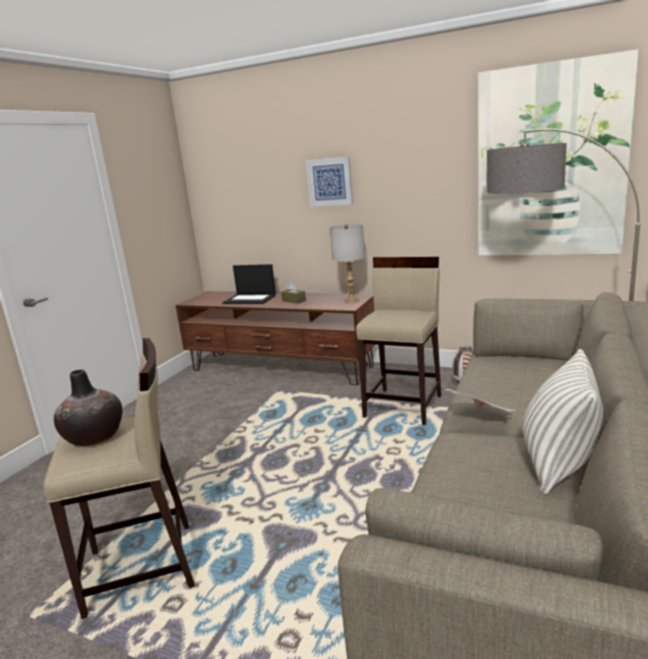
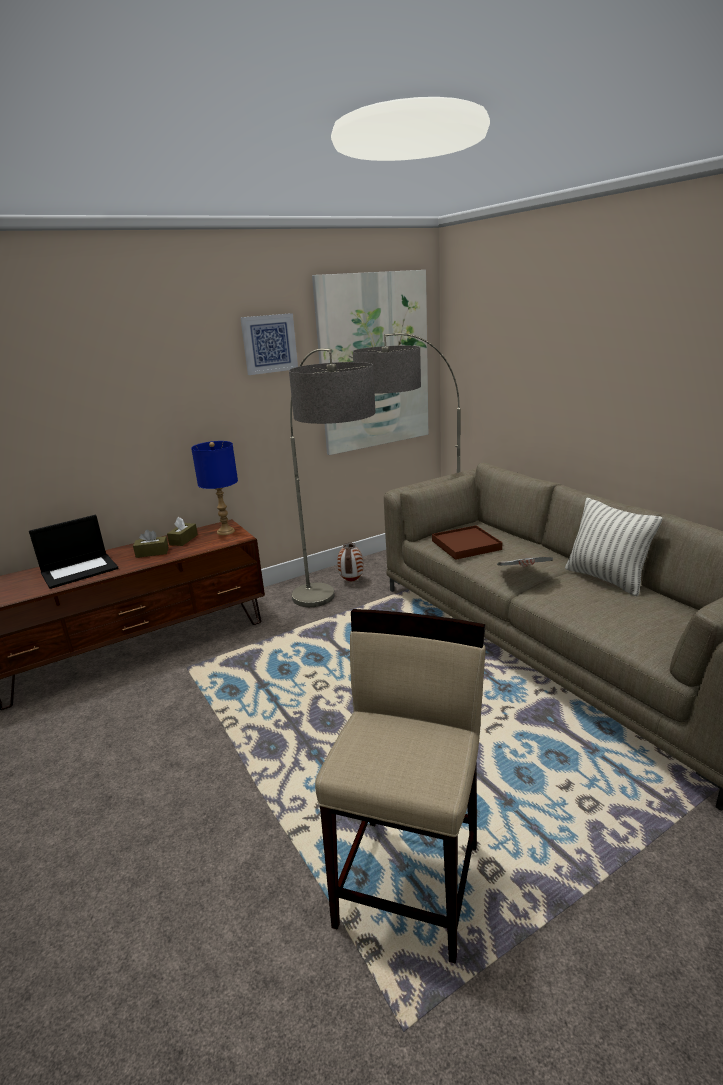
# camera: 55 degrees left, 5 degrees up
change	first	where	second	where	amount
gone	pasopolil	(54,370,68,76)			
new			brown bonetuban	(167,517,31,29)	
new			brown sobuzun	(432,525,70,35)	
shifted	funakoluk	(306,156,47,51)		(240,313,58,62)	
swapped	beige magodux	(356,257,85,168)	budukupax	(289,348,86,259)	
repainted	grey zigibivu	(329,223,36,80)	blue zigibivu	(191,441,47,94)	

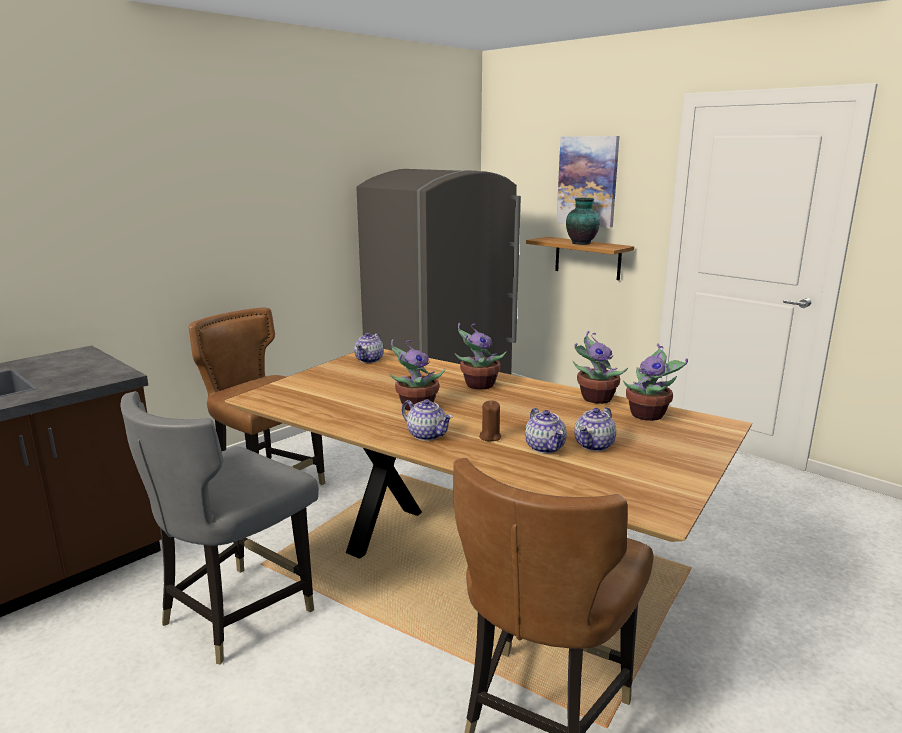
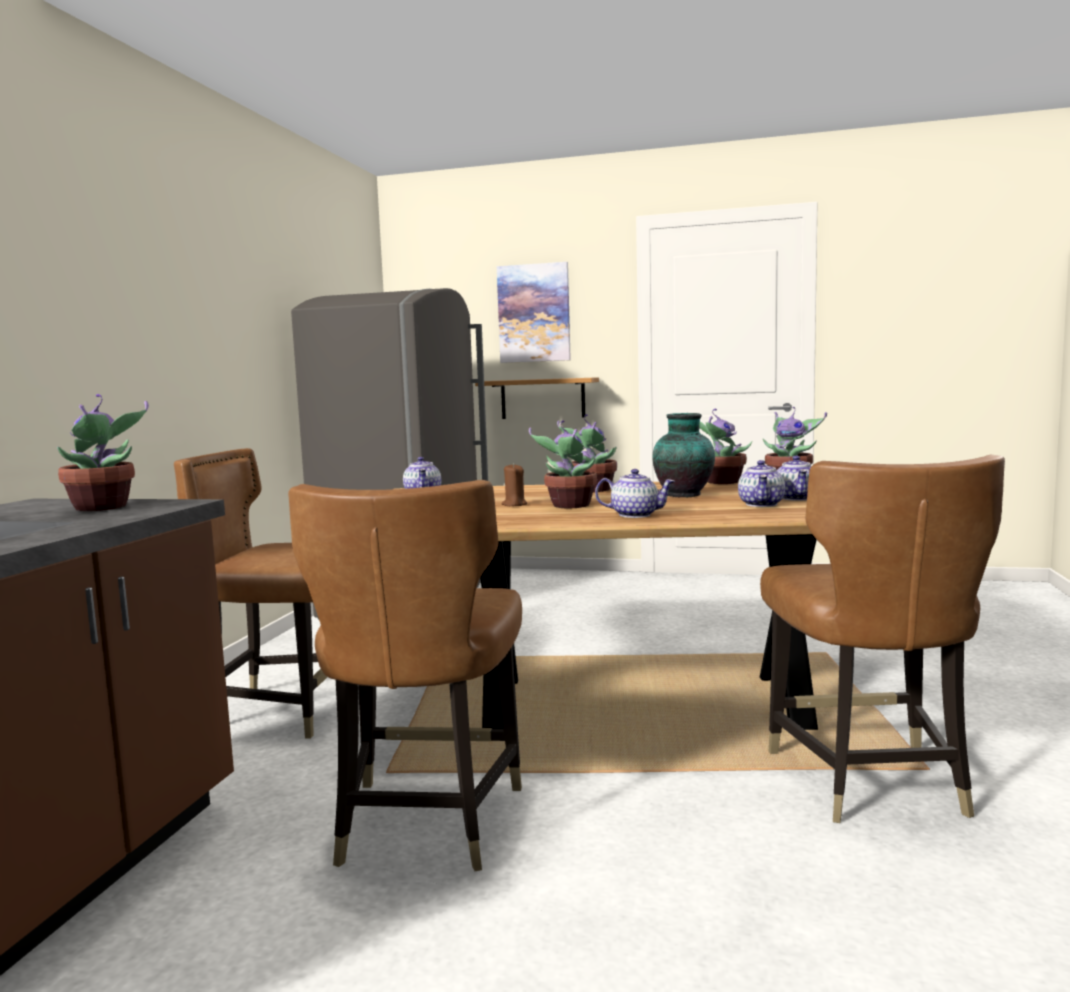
# camera: 30 degrees left, 10 degrees down
change	first	where	second	where	amount
new			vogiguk	(57,394,92,117)	
shifted	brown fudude	(479,400,22,42)		(501,463,26,43)	
shifted	pasopolil	(566,197,34,48)		(653,413,62,84)	
repainted	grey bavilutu	(120,391,199,274)	brown bavilutu	(288,480,234,391)	
rotated	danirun	(525,408,42,46)		(738,460,47,47)	60 degrees clockwise

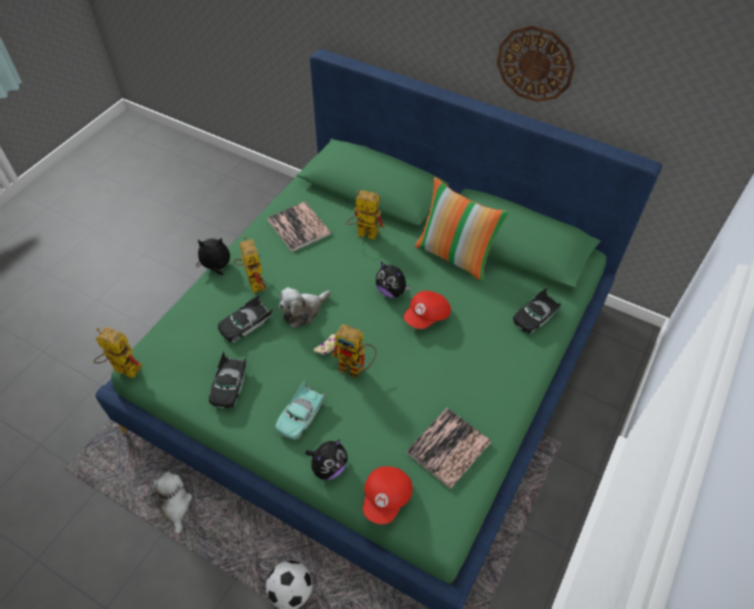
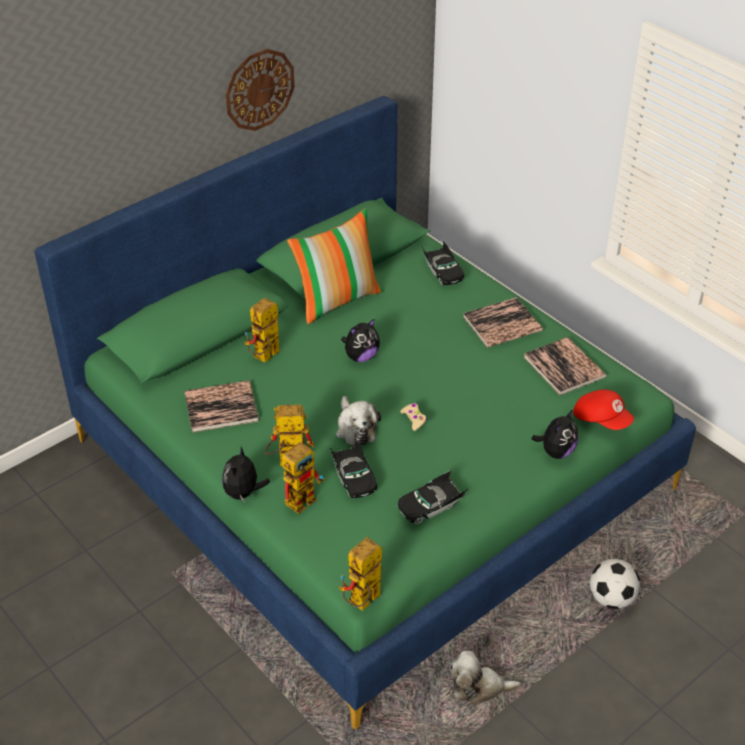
# camera: 70 degrees left, 10 degrees down
change	first	where	second	where	amount
gone	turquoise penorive	(275,379,52,61)			
gone	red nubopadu	(404,291,47,38)			
new			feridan	(463,297,80,51)	
shifted	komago	(331,324,46,54)		(282,440,42,74)	
rotated	black penorive	(209,351,39,57)		(398,470,69,54)	120 degrees clockwise
rotated	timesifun	(305,439,43,41)		(531,409,47,50)	60 degrees clockwise

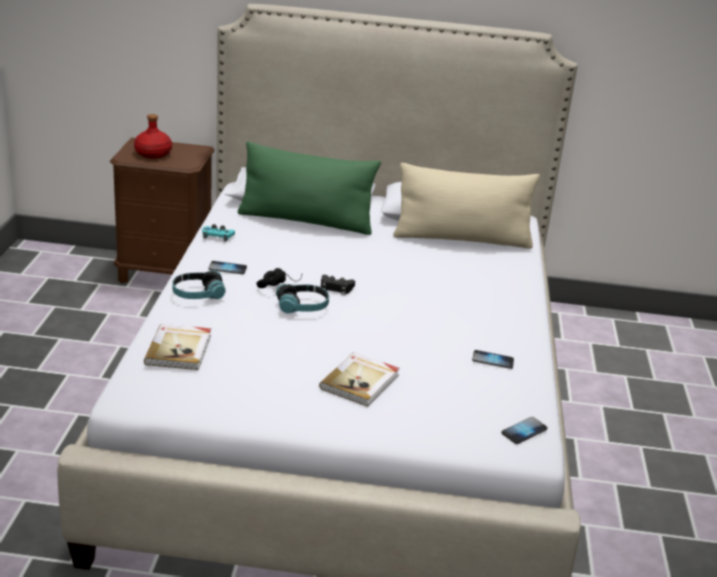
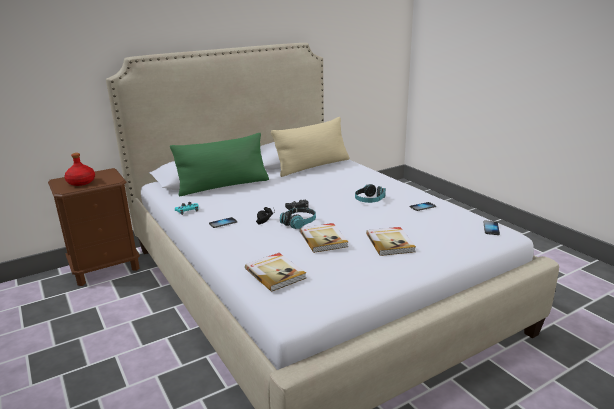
# camera: 35 degrees left, 5 degrees down
change	first	where	second	where	amount
new			feridan	(300,223,48,30)	
shifted	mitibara	(172,270,54,29)		(355,184,31,19)	

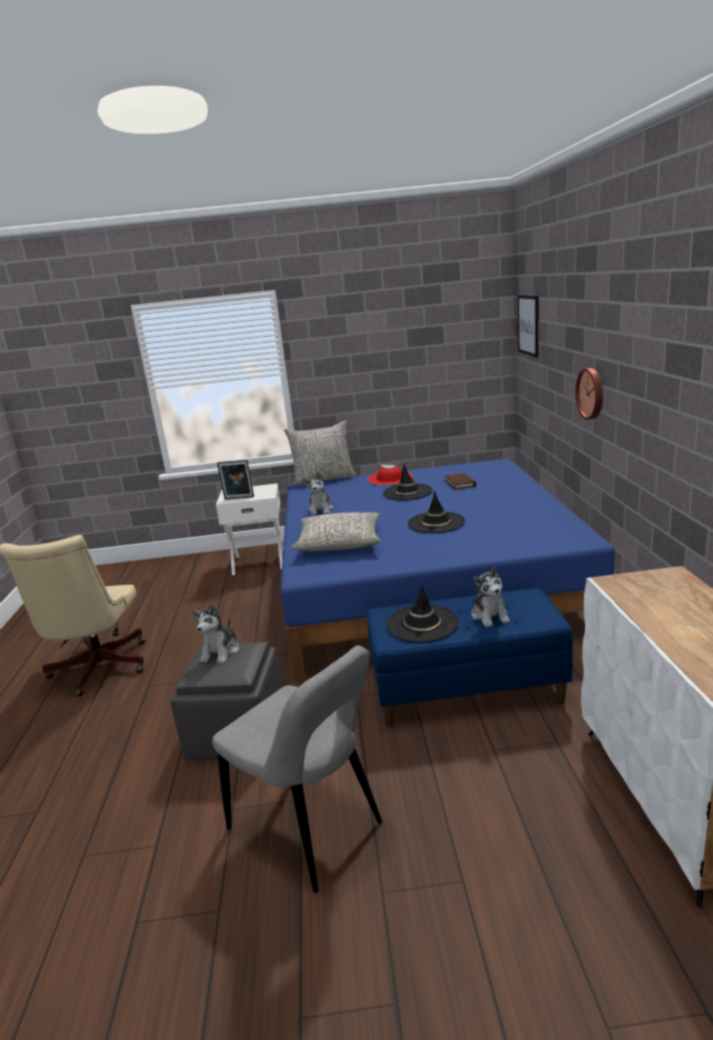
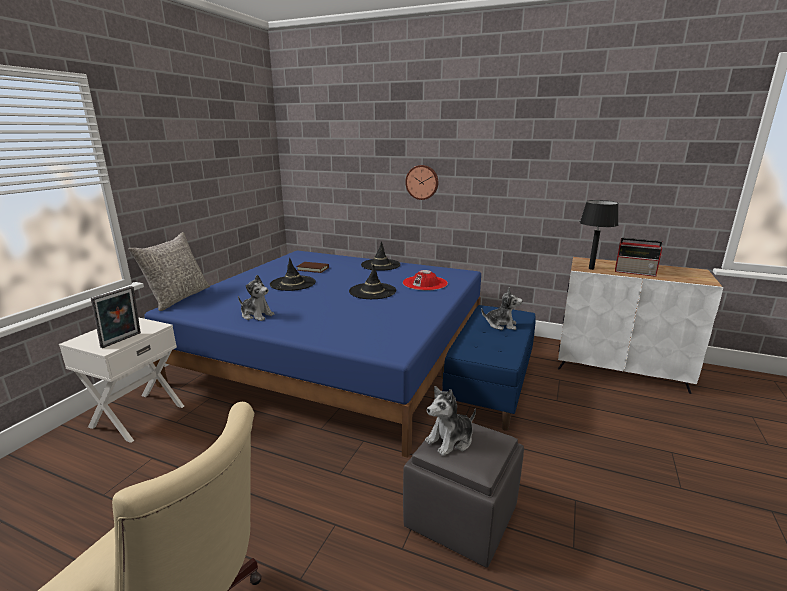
# camera: 65 degrees left, 0 degrees up
change	first	where	second	where	amount
gone	grey bavilutu	(212,645,170,248)			
gone	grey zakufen	(291,512,90,39)			
gone	funakoluk	(517,295,21,63)			
new			black zigibivu	(580,200,39,70)	
new			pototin	(615,238,48,39)	
shifted	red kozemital	(368,464,45,21)		(403,270,45,21)	
shifted	black kozemital	(386,585,73,58)		(361,241,40,30)	
rotated	timesifun	(192,604,47,60)		(425,386,51,70)	105 degrees clockwise

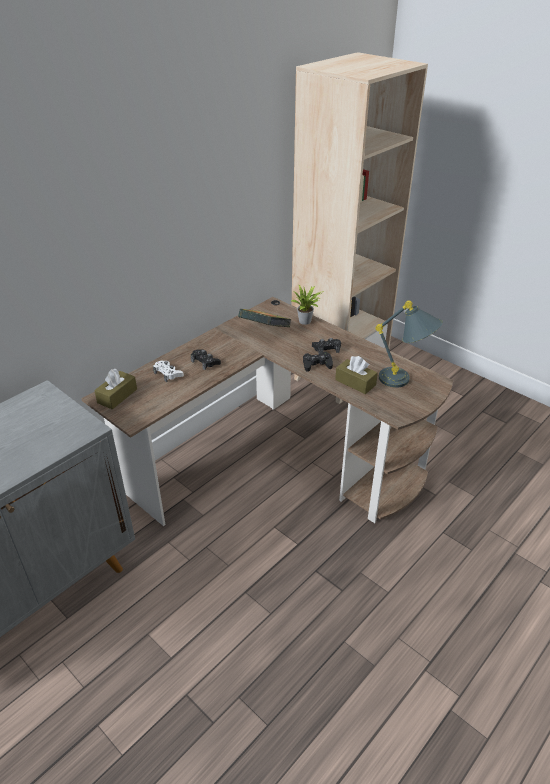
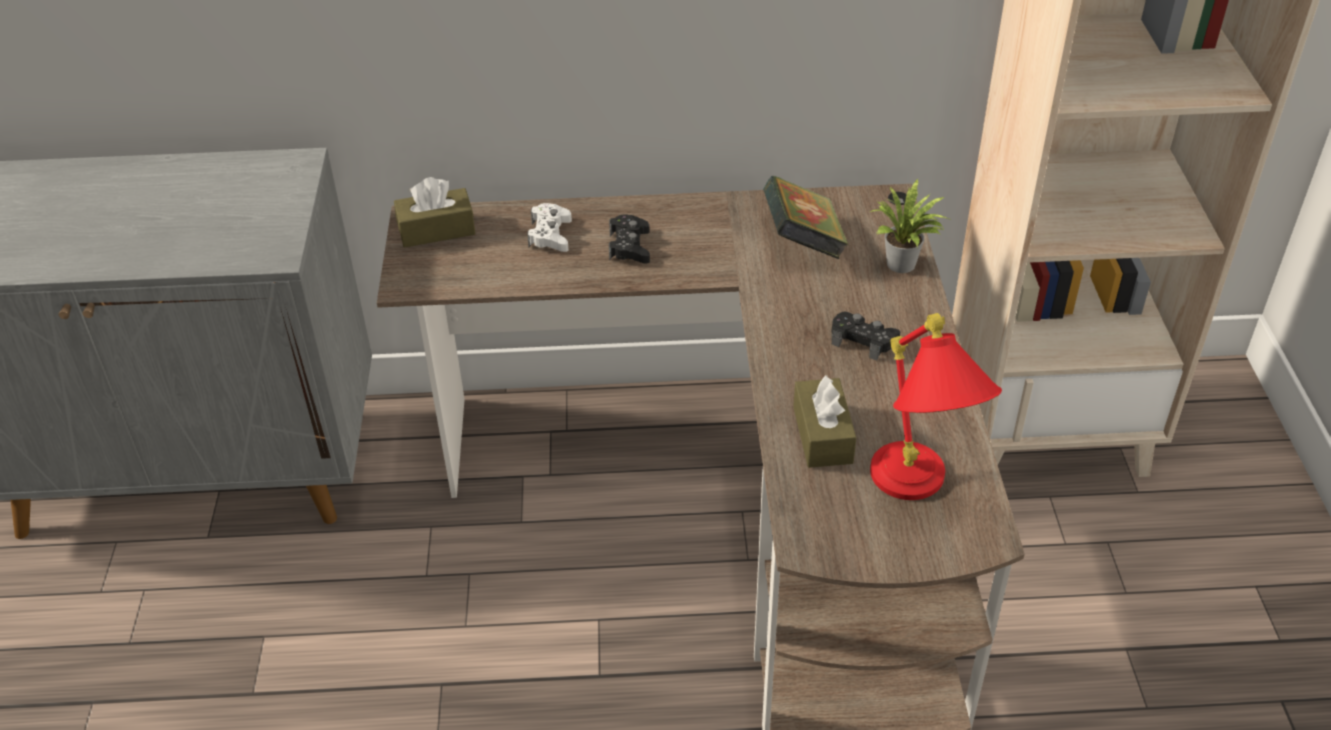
# camera: 45 degrees right, 5 degrees up
change	first	where	second	where	amount
gone	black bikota	(303,352,30,20)			
repainted	grey zigibivu	(375,300,68,88)	red zigibivu	(870,313,132,187)	

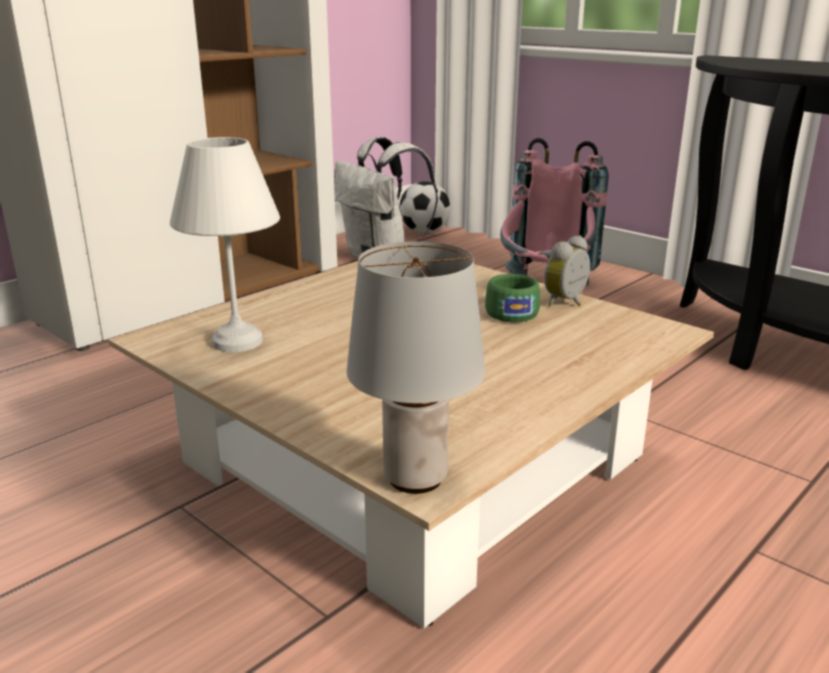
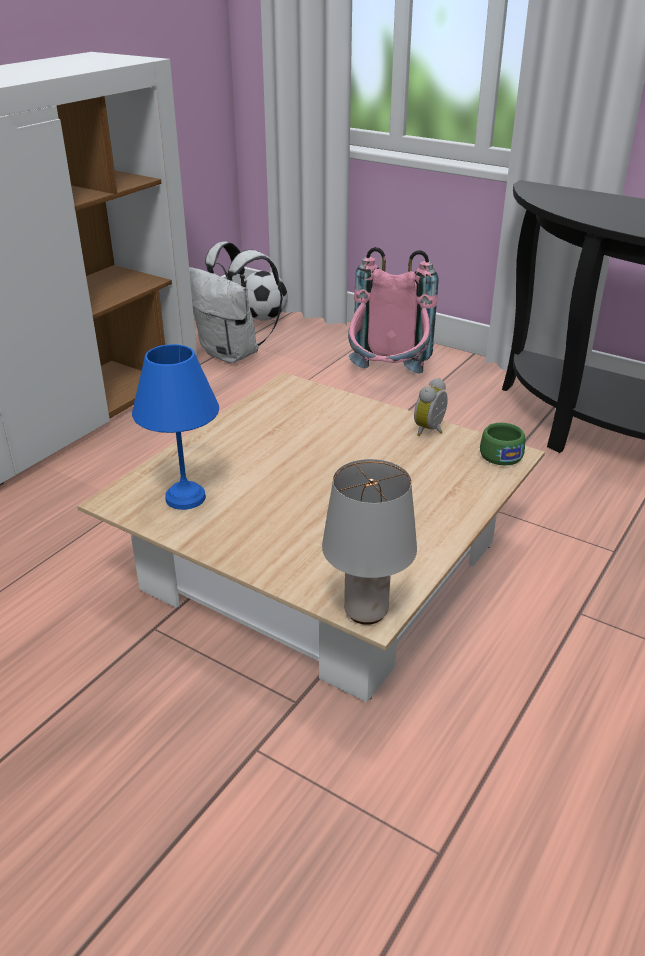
# camera: 10 degrees left, 10 degrees up
change	first	where	second	where	amount
shifted	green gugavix	(485,274,55,48)		(480,423,45,42)	
repainted	white zigibivu	(170,137,110,215)	blue zigibivu	(132,344,87,166)	

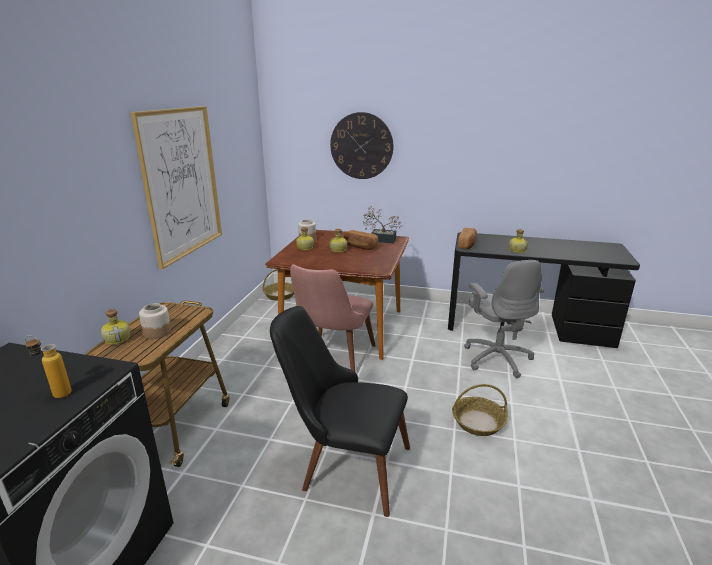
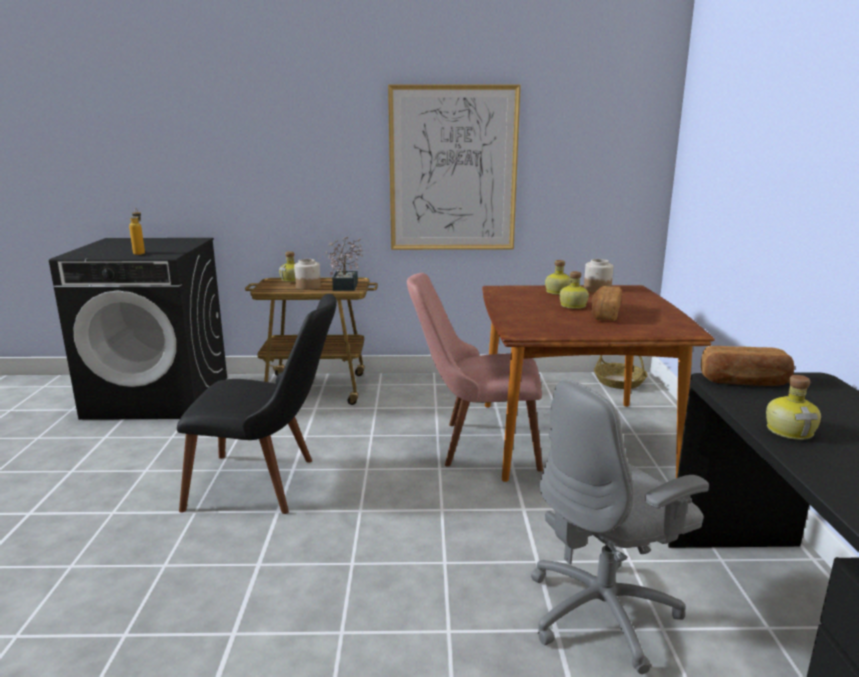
# camera: 75 degrees right, 5 degrees down
change	first	where	second	where	amount
gone	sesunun	(330,112,64,67)			
gone	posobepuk	(452,384,56,52)			
shifted	vogiguk	(363,206,39,37)		(326,236,37,55)	
rotated	black bavilutu	(270,306,140,211)		(177,294,160,220)	90 degrees clockwise

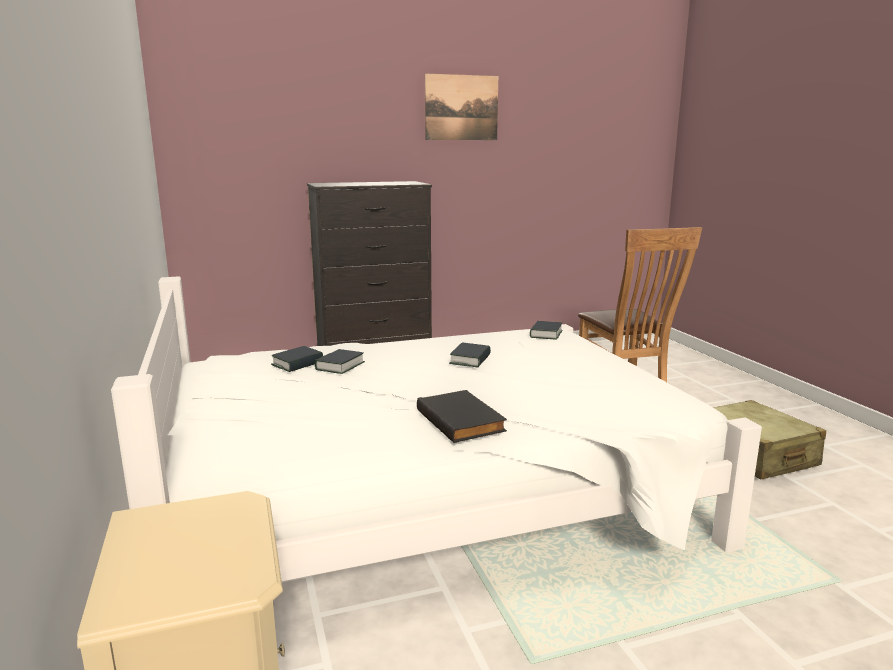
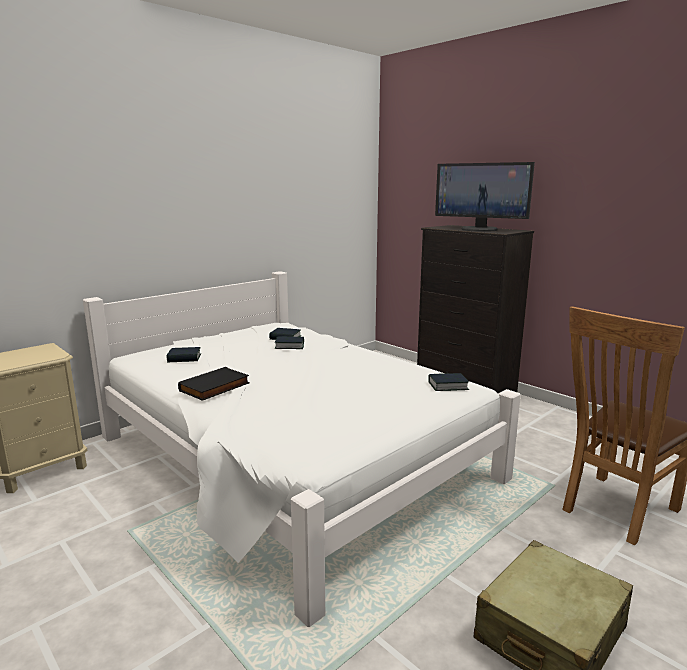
# camera: 65 degrees right, 0 degrees up
change	first	where	second	where	amount
gone	funakoluk	(425,74,73,66)			
new			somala	(435,162,100,70)	
shifted	feridan	(449,343,42,24)		(167,347,34,16)	

